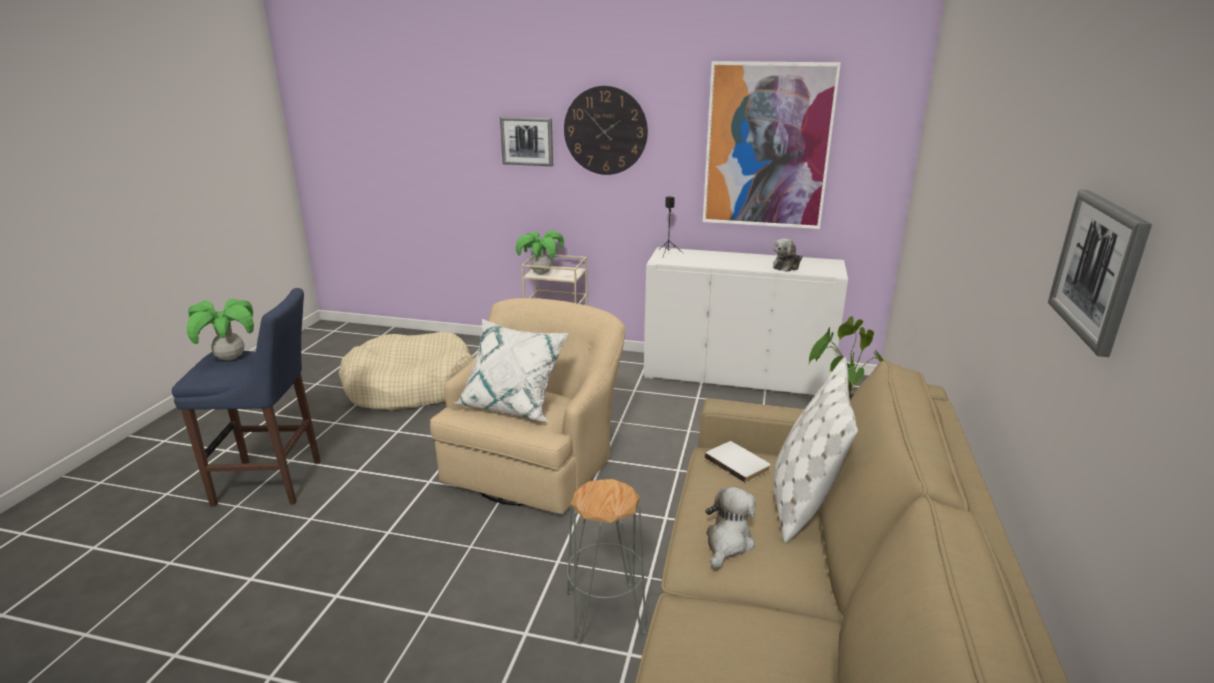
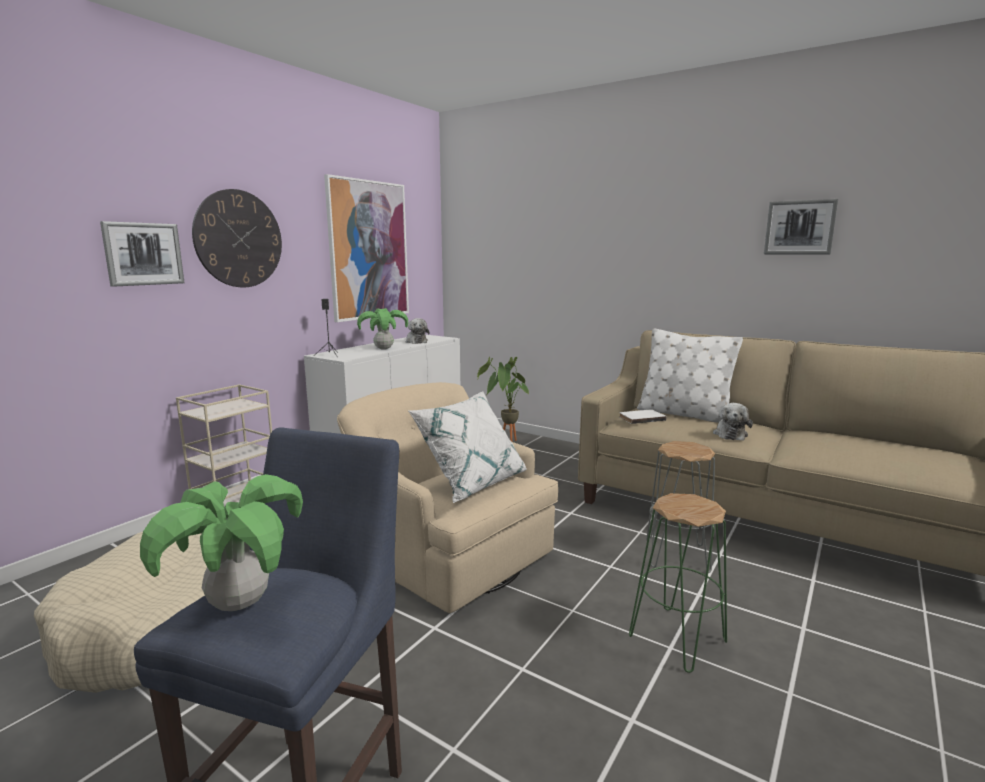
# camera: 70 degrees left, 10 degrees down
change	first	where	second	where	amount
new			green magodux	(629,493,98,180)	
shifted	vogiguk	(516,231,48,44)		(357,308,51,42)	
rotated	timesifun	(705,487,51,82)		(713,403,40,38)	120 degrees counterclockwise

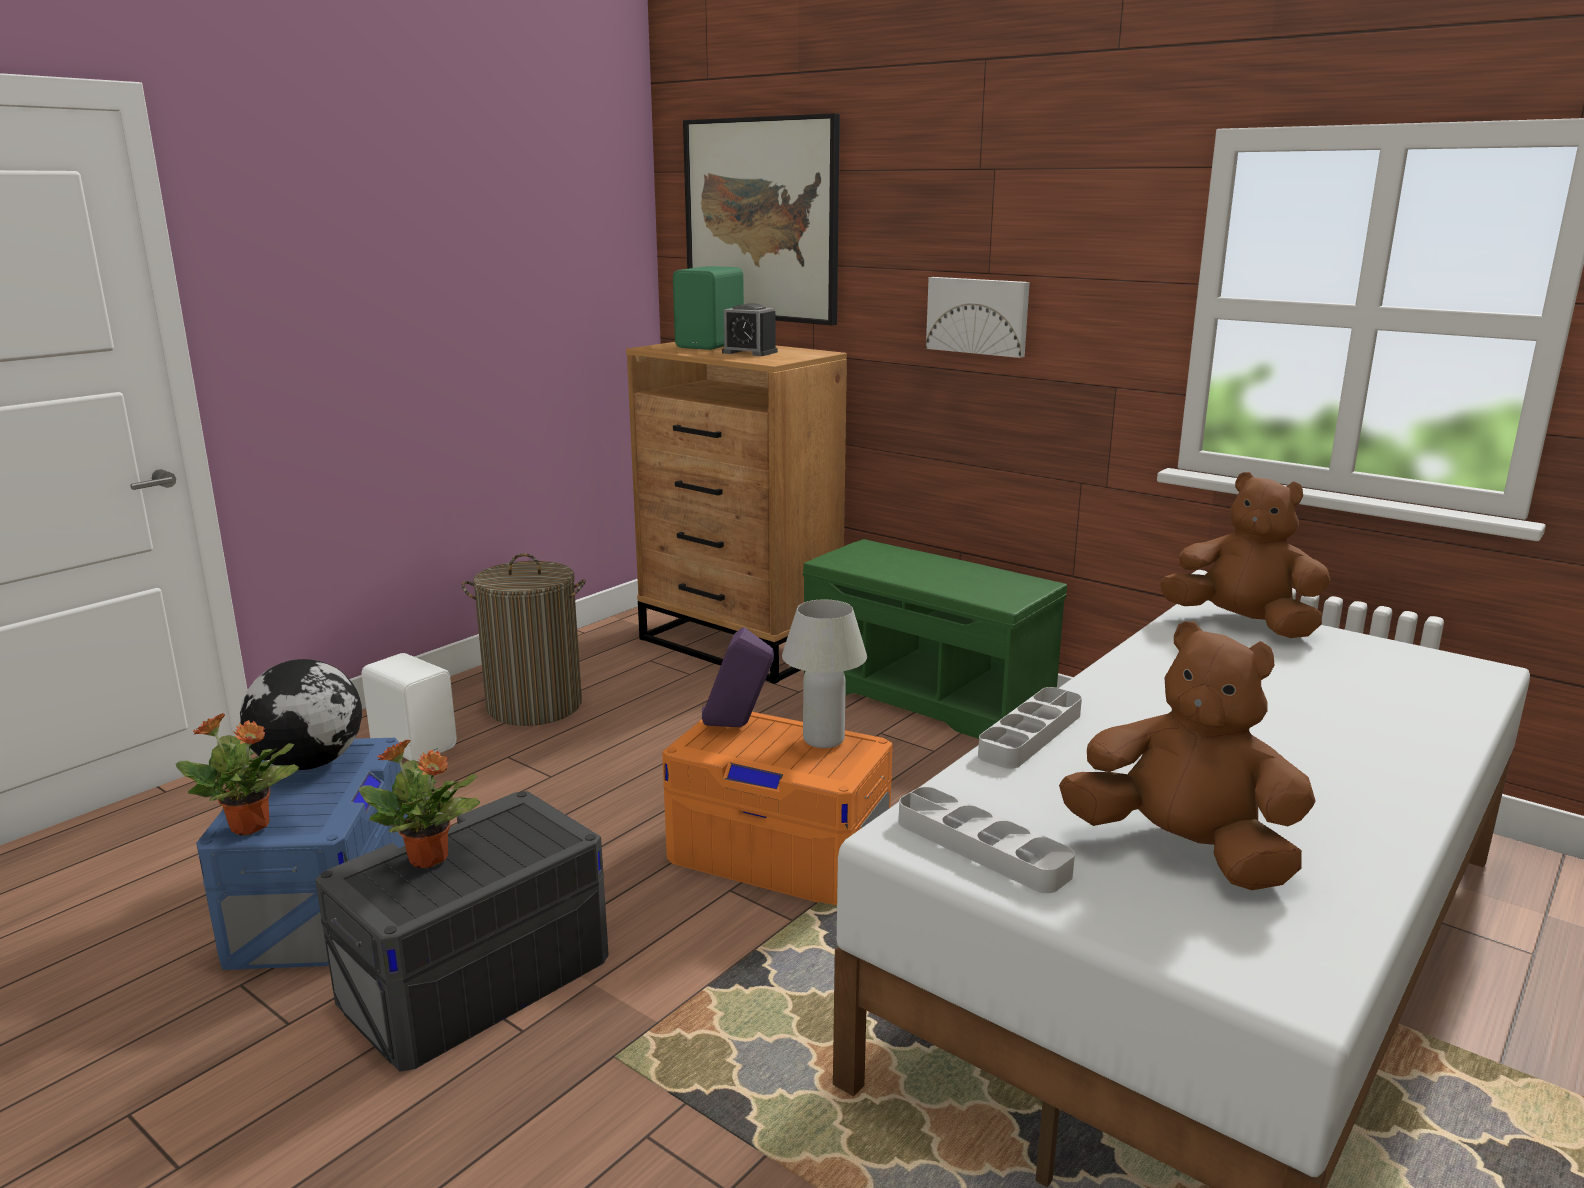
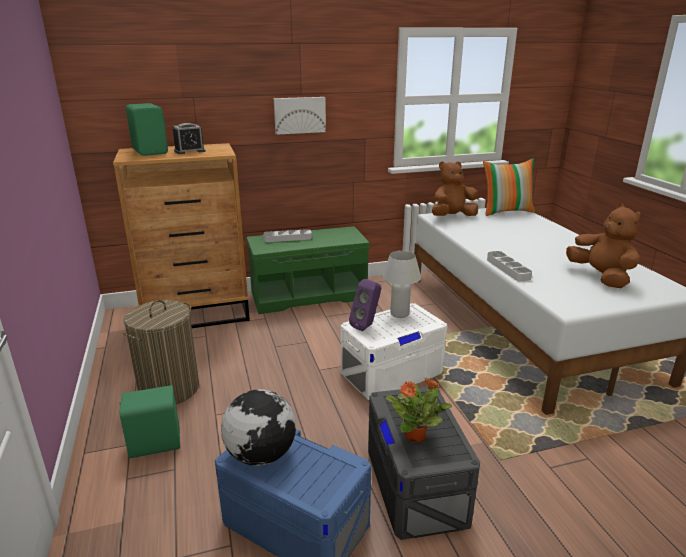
# camera: 55 degrees left, 5 degrees up
change	first	where	second	where	amount
gone	vogiguk	(176,713,123,122)			
gone	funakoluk	(683,113,157,213)			
new			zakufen	(483,158,53,58)	
shifted	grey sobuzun	(899,787,176,106)		(264,229,48,13)	
repainted	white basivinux	(362,653,95,109)	green basivinux	(119,385,61,73)	
repainted	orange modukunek	(662,712,231,194)	white modukunek	(340,303,107,97)	
rotated	brown timesifun	(1059,621,257,269)		(566,204,74,84)	90 degrees clockwise

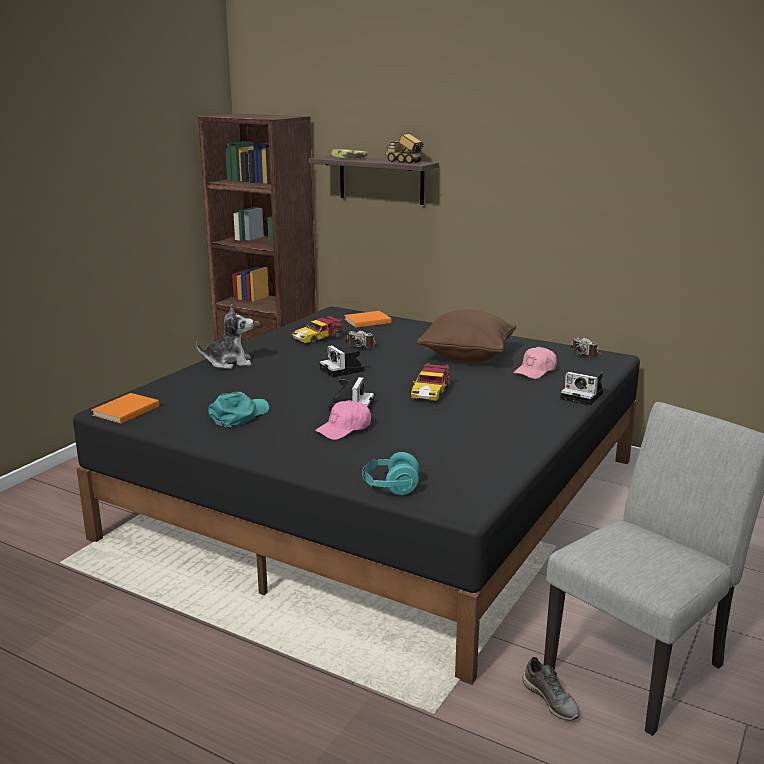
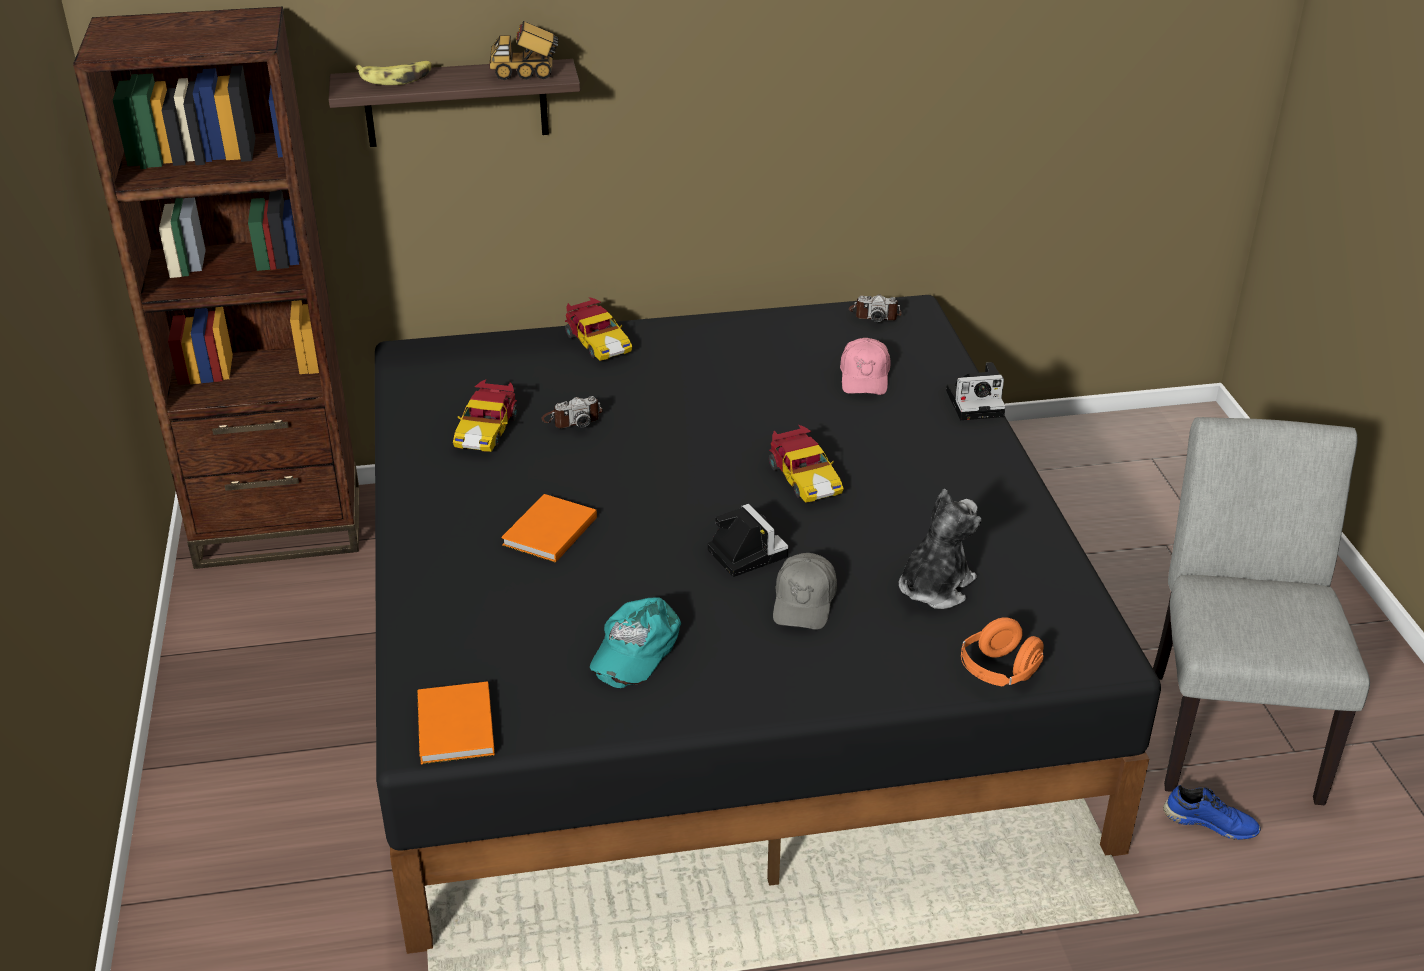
# camera: 40 degrees left, 15 degrees up
change	first	where	second	where	amount
gone	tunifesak	(320,345,44,32)			
gone	brown zakufen	(416,309,100,53)			
new			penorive	(565,297,67,64)	
shifted	timesifun	(196,304,58,65)		(899,489,82,120)	
shifted	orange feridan	(344,311,47,17)		(501,494,96,69)	
repainted	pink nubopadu	(315,400,56,40)	grey nubopadu	(773,553,64,77)	
repainted	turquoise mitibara	(362,452,57,43)	orange mitibara	(961,617,83,69)	
repainted	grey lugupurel	(522,657,58,64)	blue lugupurel	(1163,785,98,55)	
rotated	turquoise nubopadu	(208,392,61,38)		(590,597,91,91)	150 degrees counterclockwise

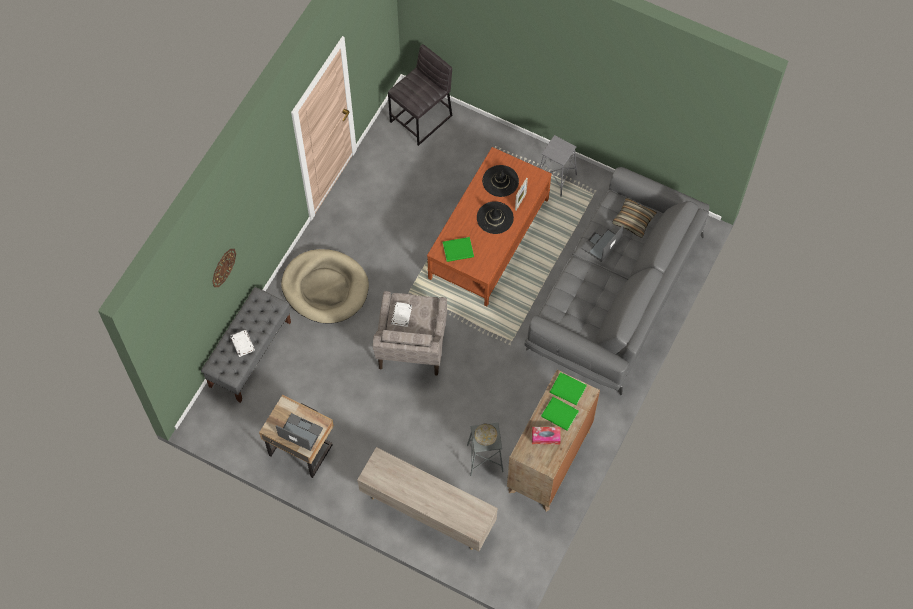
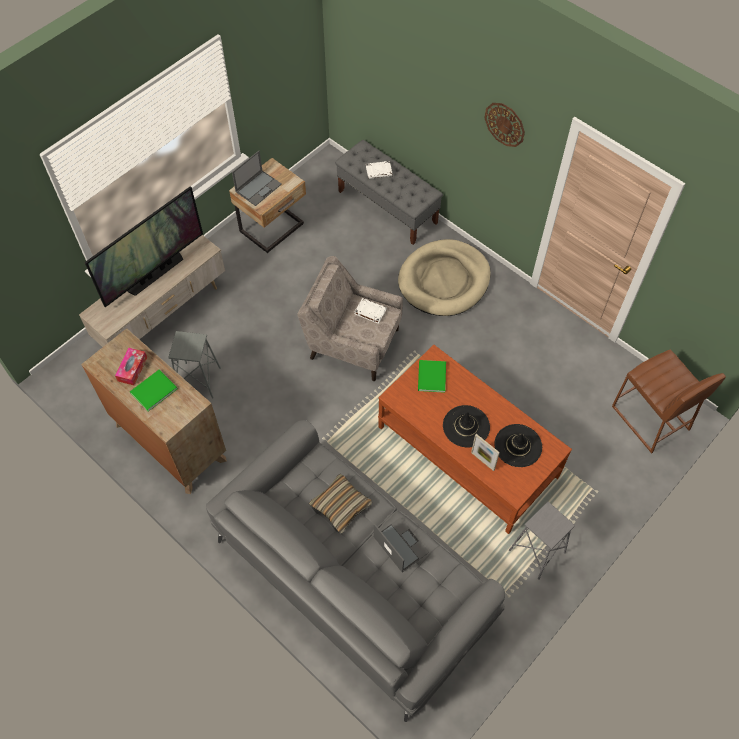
# camera: 105 degrees right, 5 degrees down
change	first	where	second	where	amount
gone	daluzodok	(474,423,23,23)			
gone	green feridan	(550,372,37,33)			
new			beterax	(85,186,118,121)	
shifted	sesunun	(213,249,23,38)		(485,103,40,44)	
shifted	zakufen	(612,198,45,40)		(309,474,63,59)	
repainted	grey magodux	(388,44,64,102)	brown magodux	(612,350,114,103)	

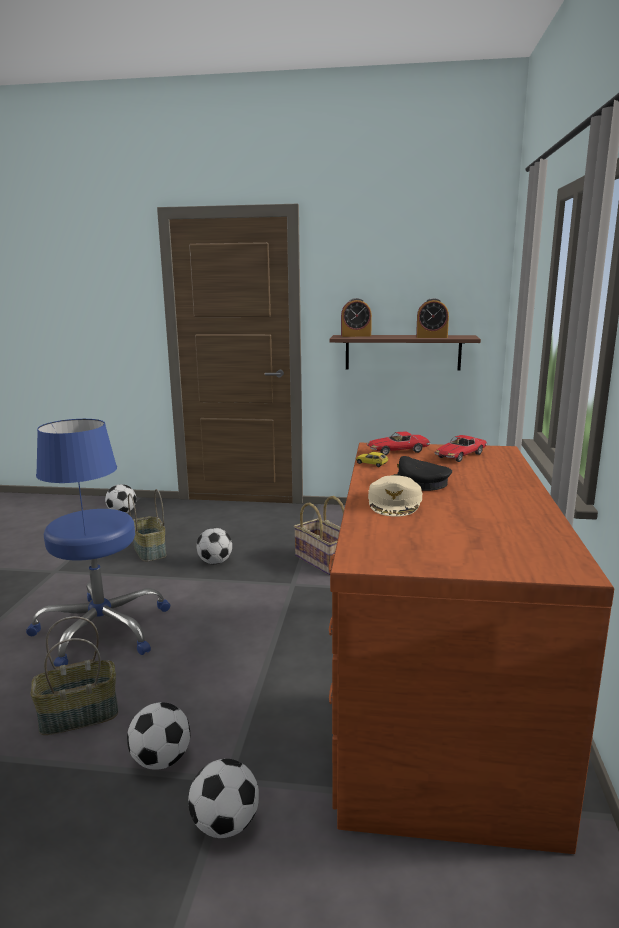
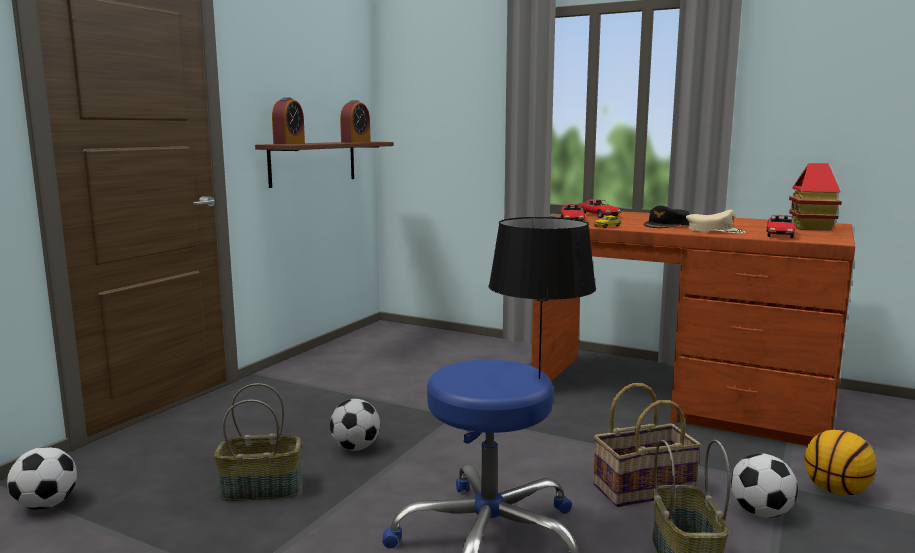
# camera: 70 degrees left, 5 degrees down
change	first	where	second	where	amount
new			penorive	(767,215,28,23)	
new			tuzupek	(789,163,53,68)	
shifted	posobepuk	(294,496,51,79)		(593,383,108,124)	
swapped	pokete	(188,759,71,79)	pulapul	(804,430,72,66)	
repainted	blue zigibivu	(36,419,81,116)	black zigibivu	(488,217,108,162)	

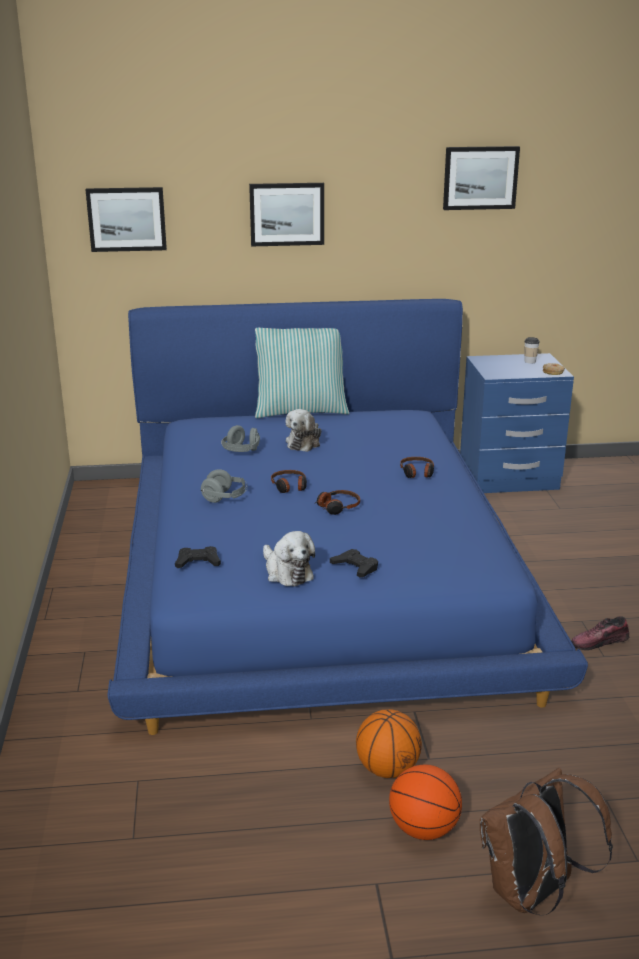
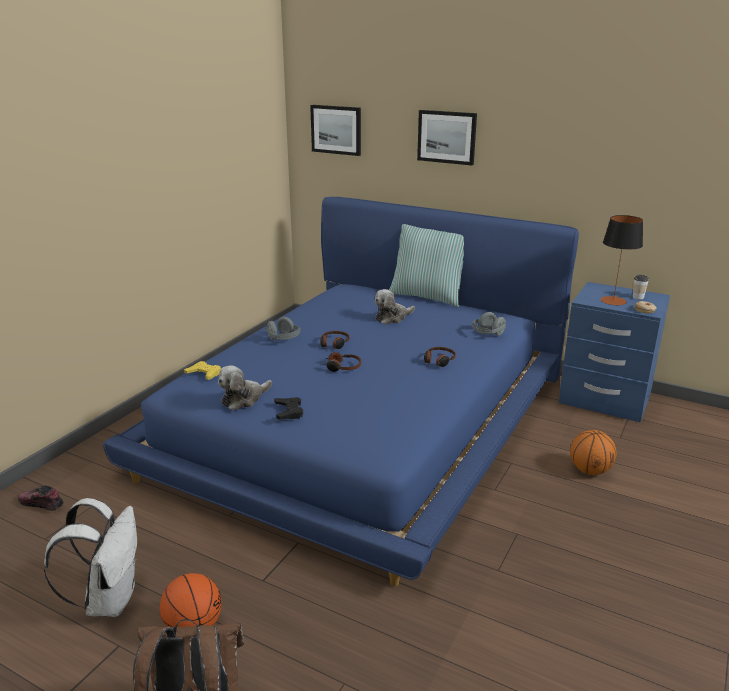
# camera: 35 degrees right, 0 degrees up
change	first	where	second	where	amount
gone	funakoluk	(443,146,77,64)			
new			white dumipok	(44,498,93,119)	
new			zigibivu	(601,215,42,90)	
shifted	grey mitibara	(221,425,39,27)		(472,312,34,24)	
shifted	pulapul	(356,709,66,69)		(570,430,47,45)	
shifted	lugupurel	(571,616,59,34)		(18,485,46,26)	
repainted	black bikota	(175,546,46,22)	yellow bikota	(184,361,37,19)	
rotated	timesifun	(263,531,52,55)		(218,365,54,46)	45 degrees clockwise

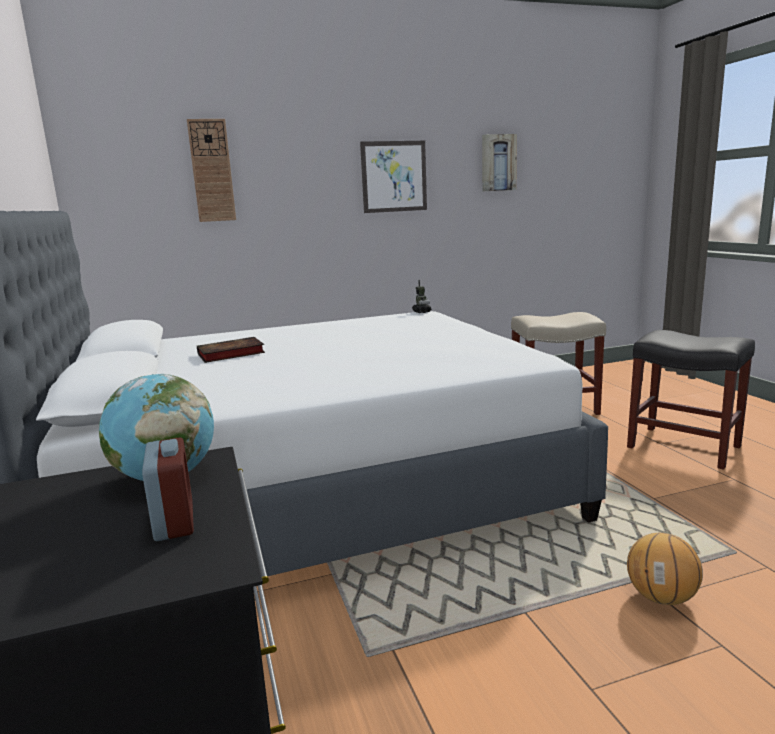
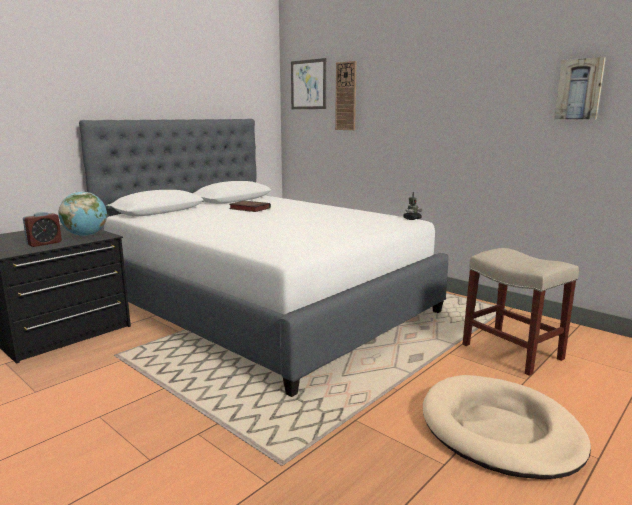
# camera: 60 degrees right, 0 degrees up
change	first	where	second	where	amount
gone	pulapul	(627,533,76,72)			
shifted	funakoluk	(360,141,67,72)		(291,58,35,51)	
swapped	black magodux	(627,330,128,139)	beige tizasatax	(423,375,168,104)	

